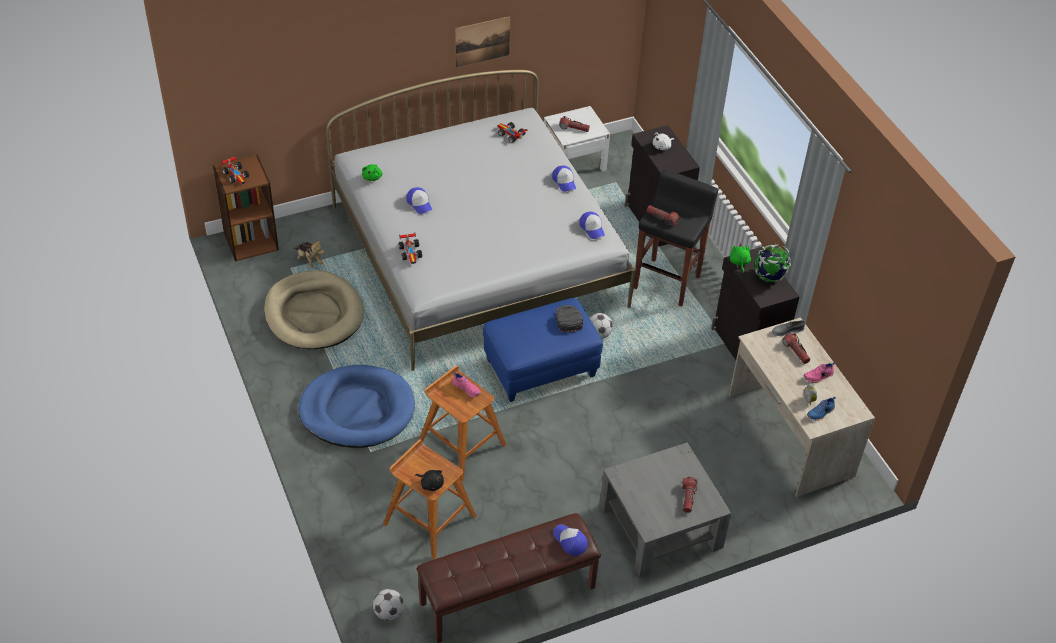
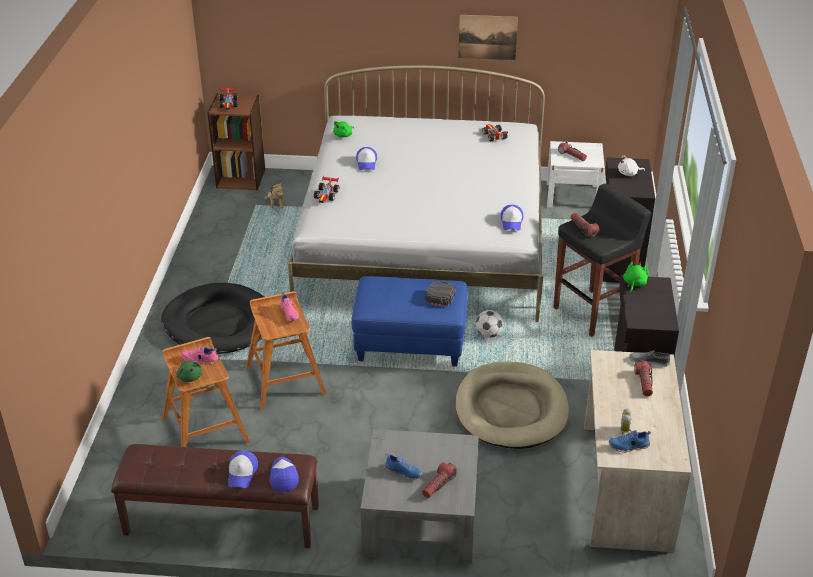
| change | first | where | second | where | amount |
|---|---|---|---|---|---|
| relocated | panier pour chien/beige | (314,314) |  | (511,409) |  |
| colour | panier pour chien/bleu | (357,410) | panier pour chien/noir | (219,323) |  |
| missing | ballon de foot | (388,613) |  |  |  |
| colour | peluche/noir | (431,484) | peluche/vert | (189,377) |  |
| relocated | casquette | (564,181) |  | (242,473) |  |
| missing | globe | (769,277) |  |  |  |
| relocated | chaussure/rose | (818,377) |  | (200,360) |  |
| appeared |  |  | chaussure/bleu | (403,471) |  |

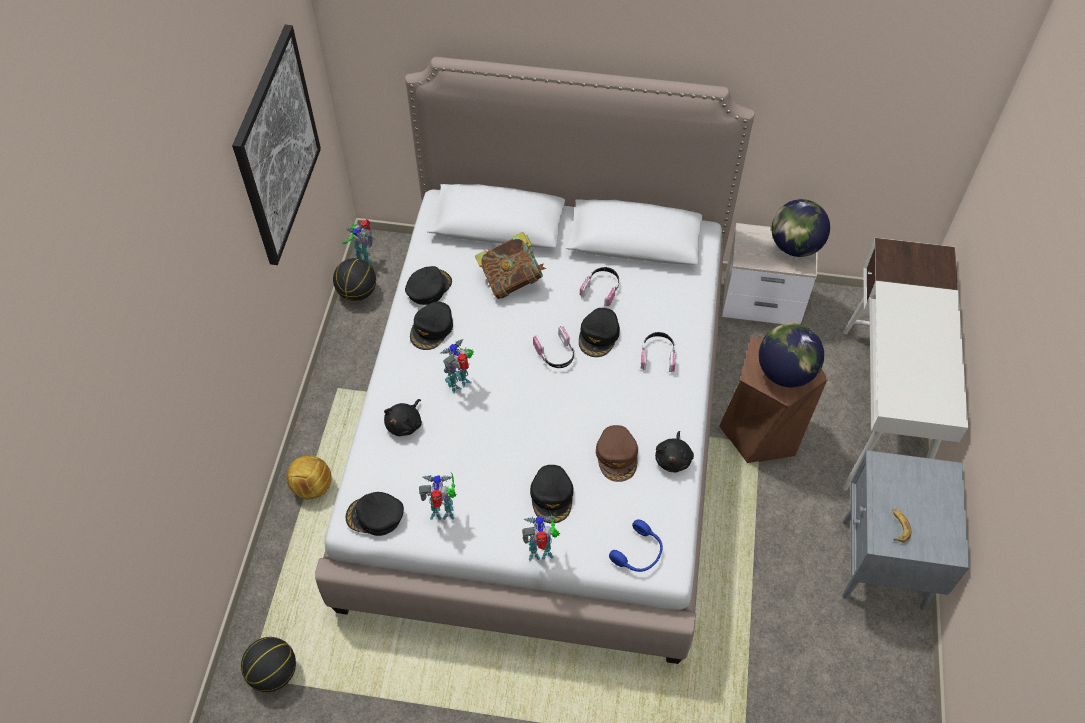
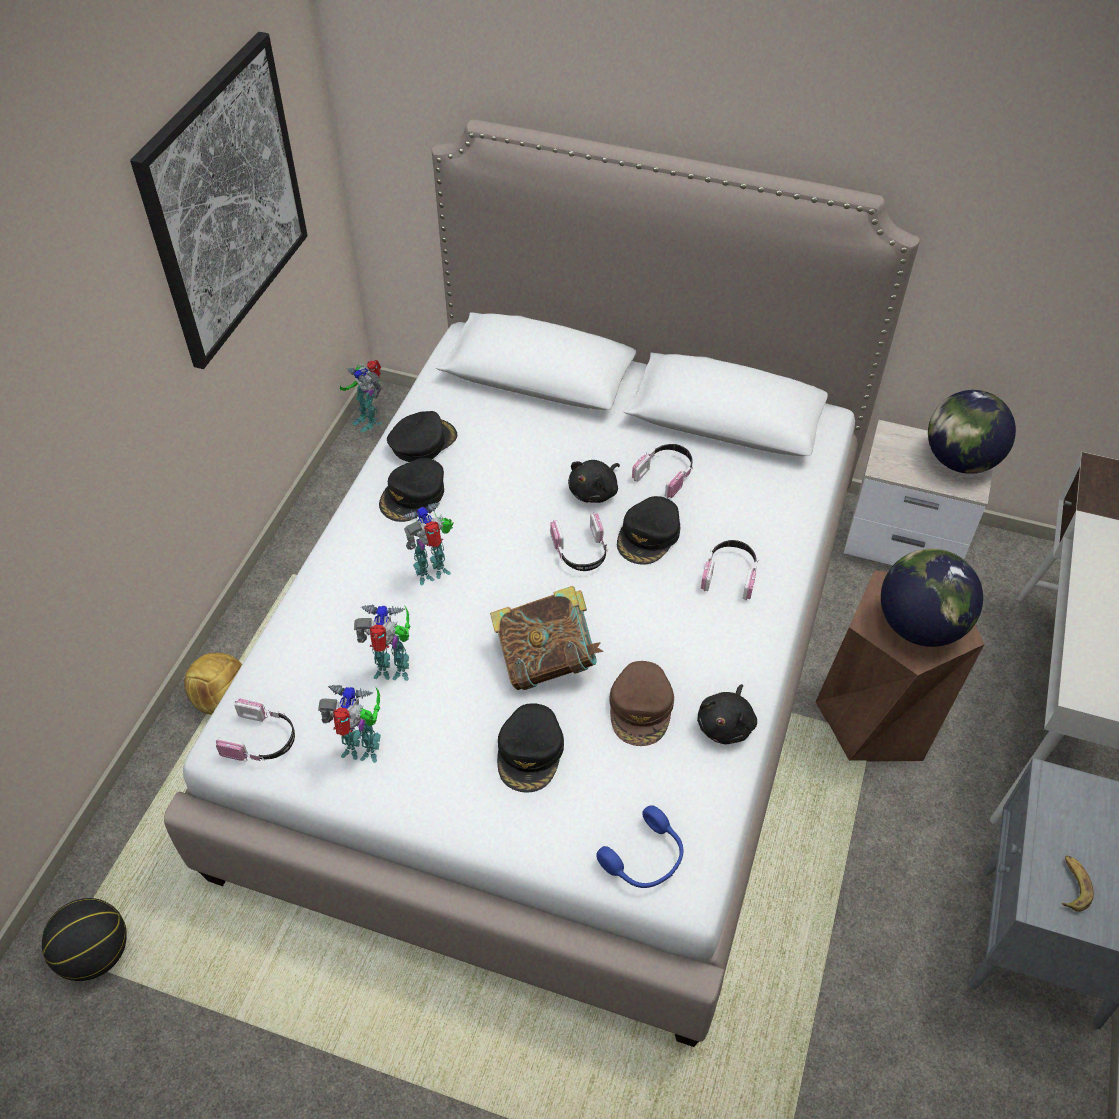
| change | first | where | second | where | amount |
|---|---|---|---|---|---|
| missing | ballon de basket | (357,292) |  |  |  |
| exchanged | casquette/noir | (375,516) | casque audio | (262,740) |  |
| relocated | peluche/noir | (405,424) |  | (595,491) |  |
| relocated | livre | (511,280) |  | (547,660) |  |
| relocated | robot jouet | (541,552) |  | (394,671) |  |

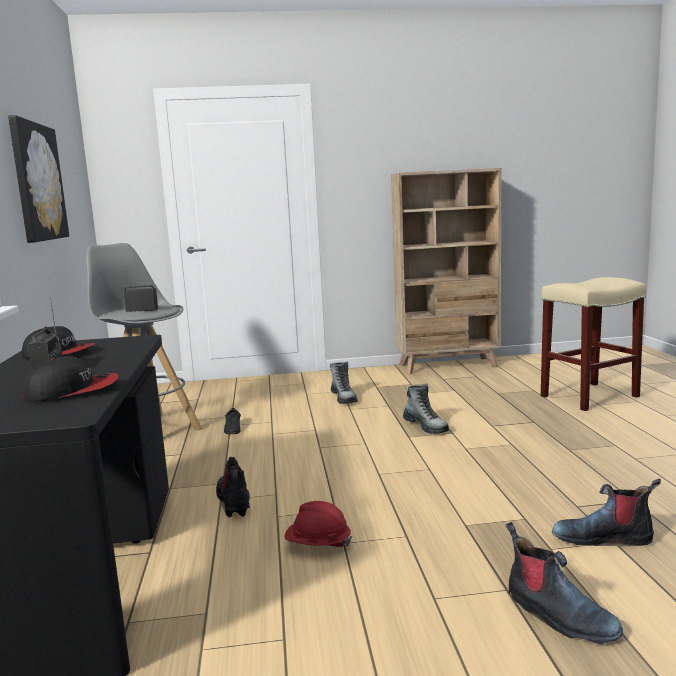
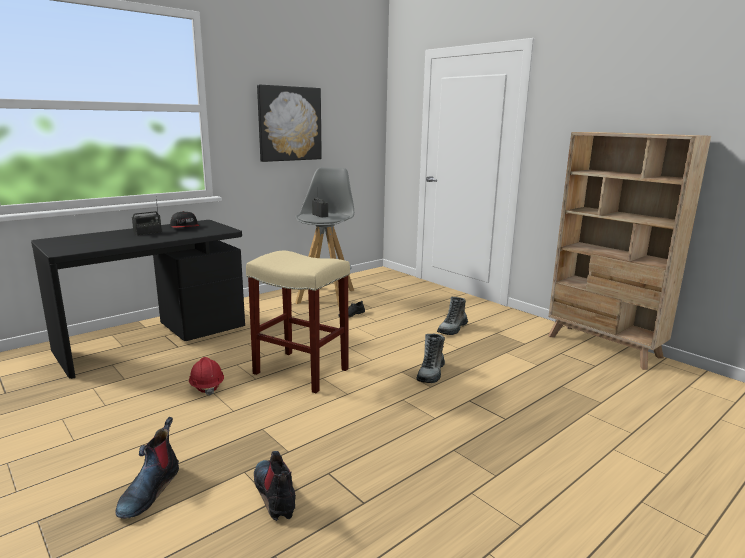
| change | first | where | second | where | amount |
|---|---|---|---|---|---|
| missing | casquette | (73,391) |  |  |  |
| missing | botte | (234,502) |  |  |  |
| relocated | tabouret/beige | (589,397) |  | (299,371) |  |

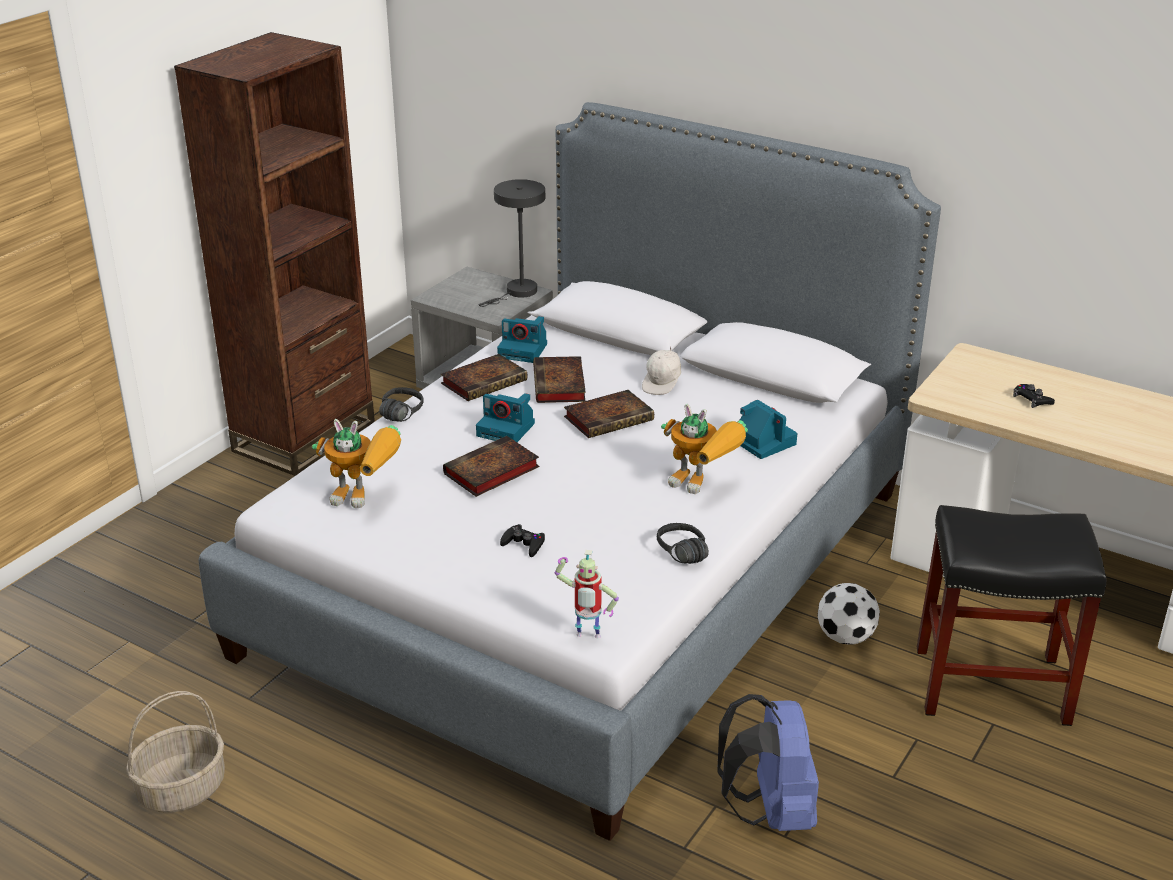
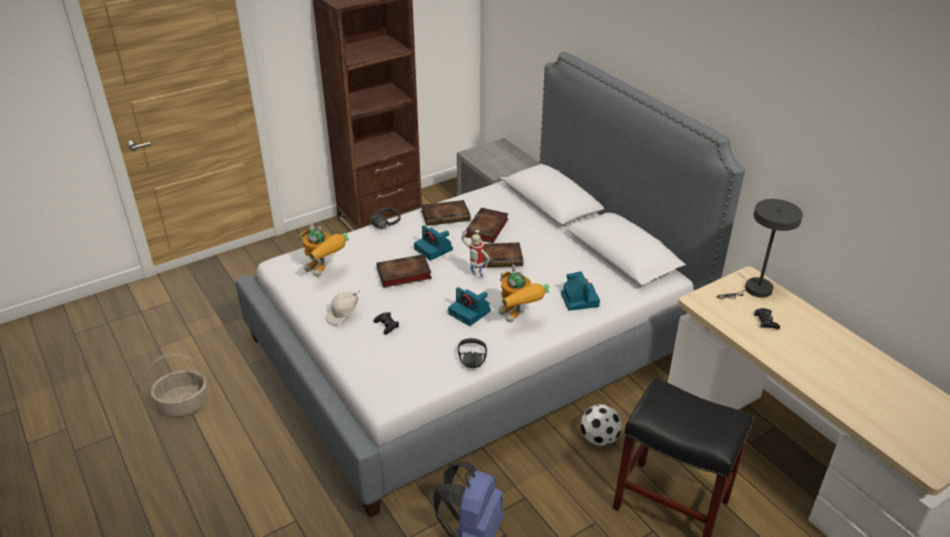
| change | first | where | second | where | amount |
|---|---|---|---|---|---|
| relocated | lampe de table/gris | (517,293) |  | (754,290) |  |
| relocated | appareil photo | (524,350) |  | (470,312) |  |
| relocated | robot jouet | (587,638) |  | (476,277) |  |
| relocated | casquette/blanc | (662,384) |  | (343,315) |  |

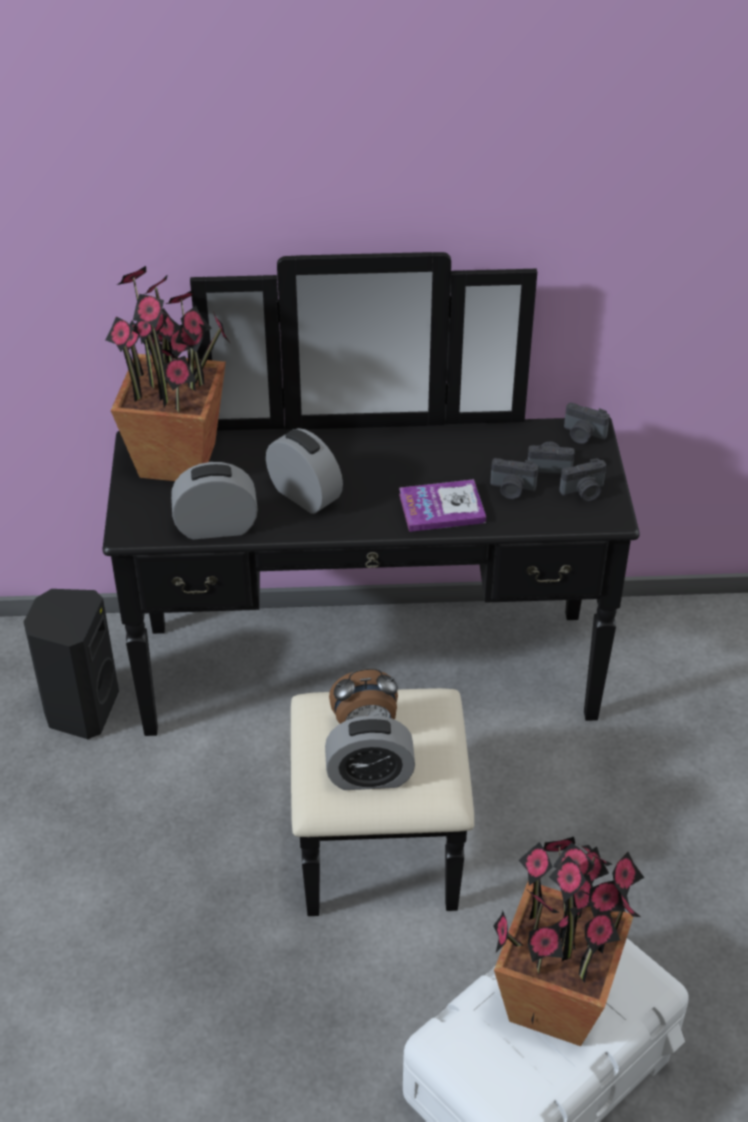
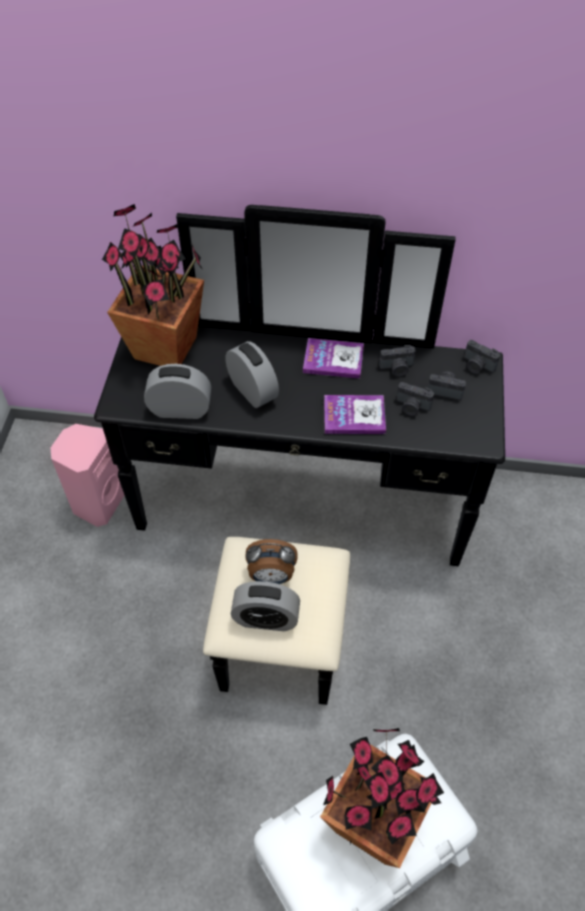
| change | first | where | second | where | amount |
|---|---|---|---|---|---|
| colour | enceinte/noir | (80,709) | enceinte/rose | (97,502) |  |
| relocated | appareil photo | (584,492) |  | (397,368) |  |
| appeared |  |  | livre | (333,360) |  |

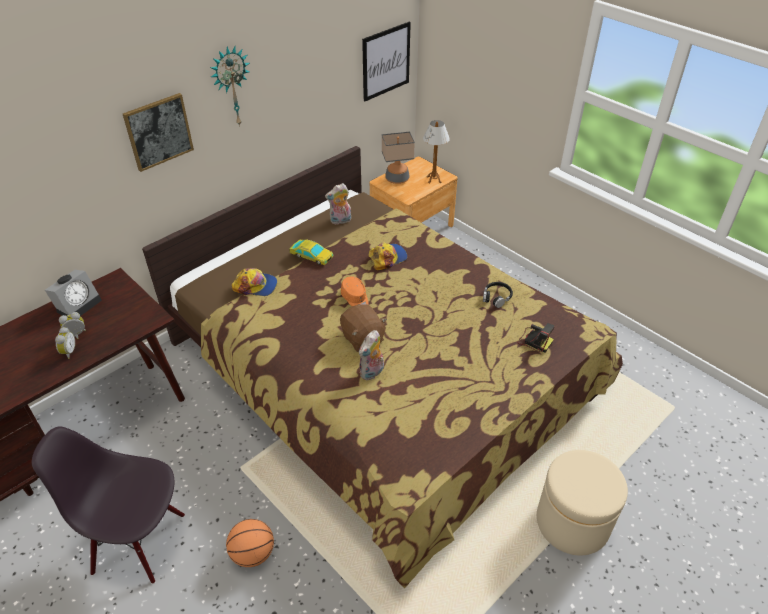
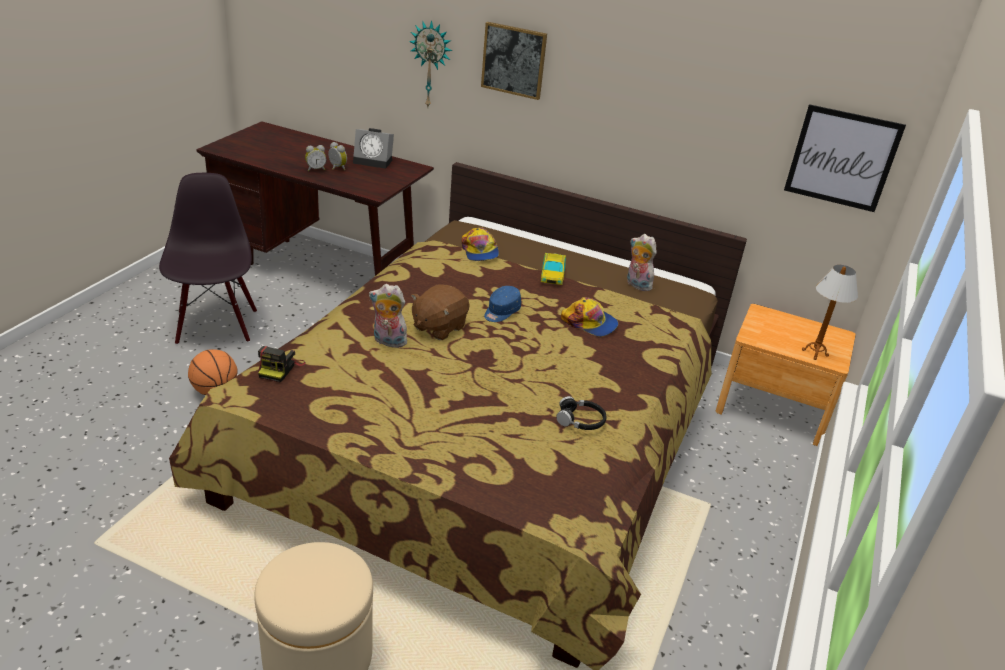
| change | first | where | second | where | amount |
|---|---|---|---|---|---|
| relocated | horloge murale | (231,86) |  | (431,64) |  |
| colour | casquette/orange | (355,298) | casquette/bleu | (501,312) |  |
| missing | lampe de table | (397,179) |  |  |  |
| relocated | appareil photo | (534,341) |  | (280,369) |  |

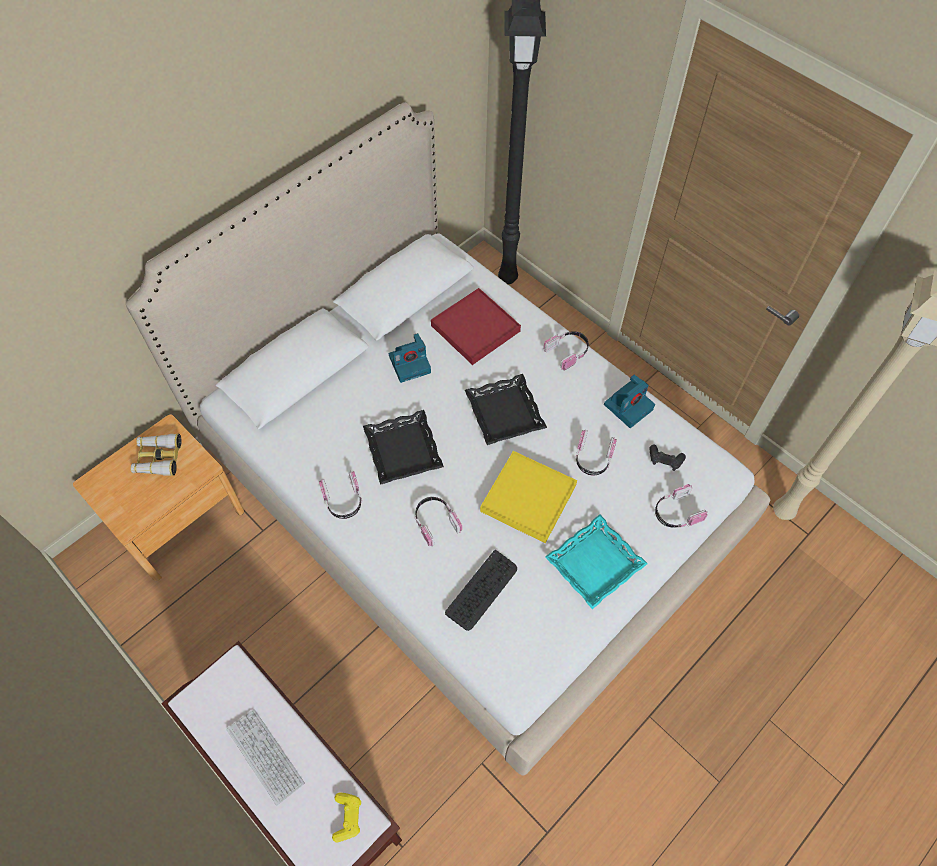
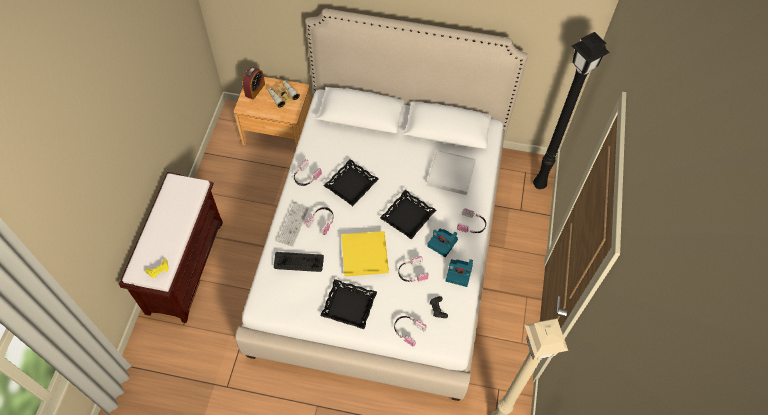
| change | first | where | second | where | amount |
|---|---|---|---|---|---|
| relocated | clavier | (265,756) |  | (293,224) |  |
| relocated | appareil photo | (410,363) |  | (443,243) |  |
| colour | plateau/rouge | (475,328) | plateau/blanc | (451,174) |  |
| colour | plateau/turquoise | (595,564) | plateau/noir | (348,306) |  |
| appeared |  |  | réveil | (255,90) |  |

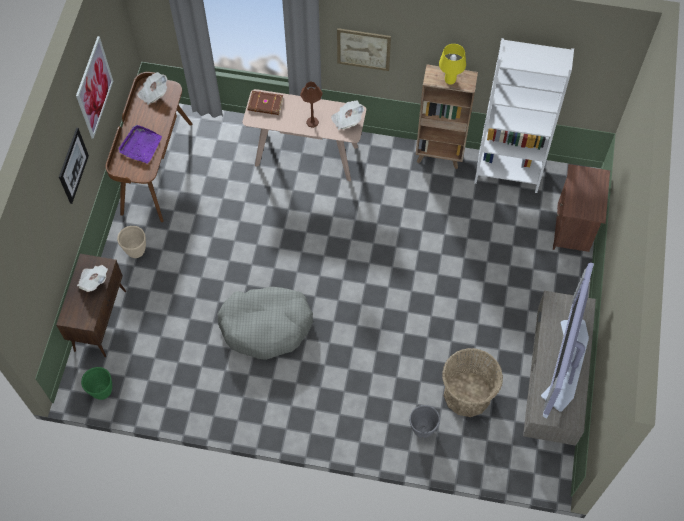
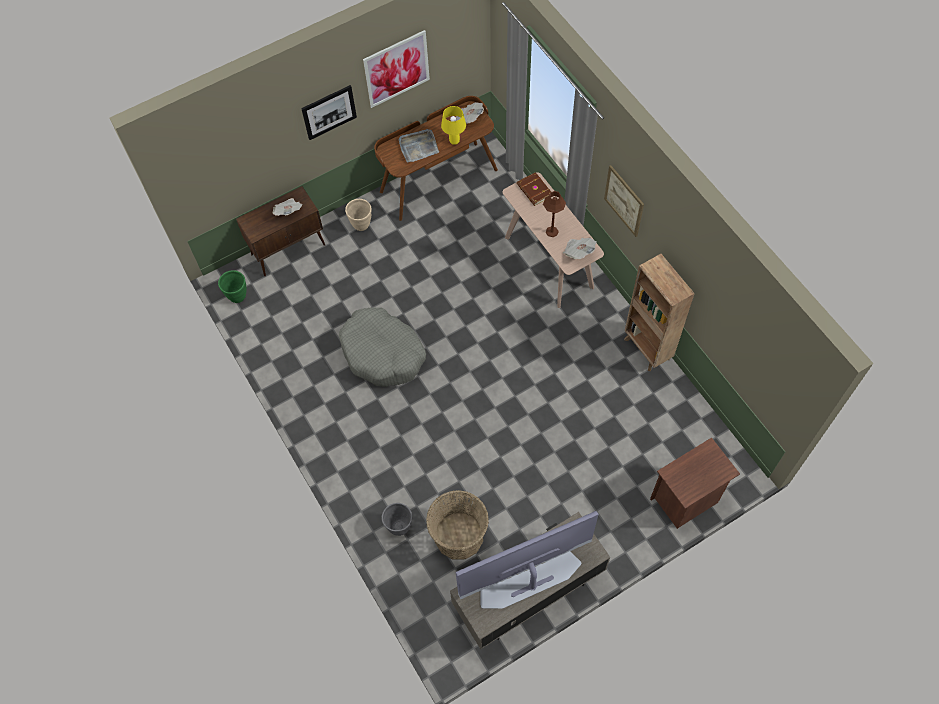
| change | first | where | second | where | amount |
|---|---|---|---|---|---|
| colour | plateau/violet | (140,146) | plateau/gris | (418,147) |  |
| relocated | lampe de table/jaune | (450,80) |  | (454,141) |  |
| missing | bibliothèque/blanc | (507,172) |  |  |  |

